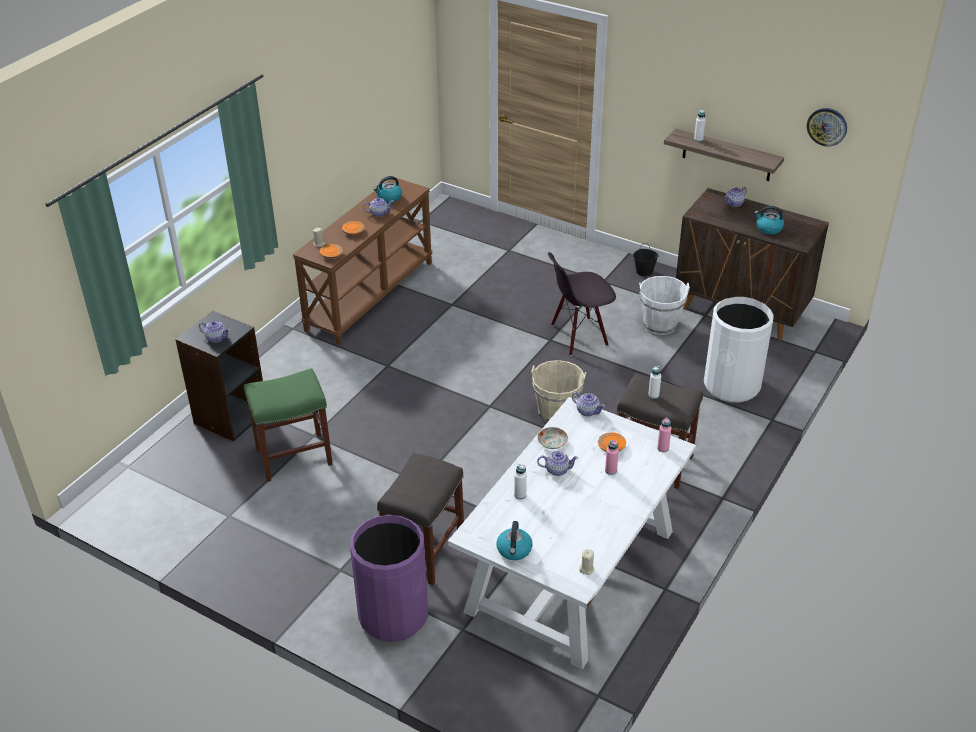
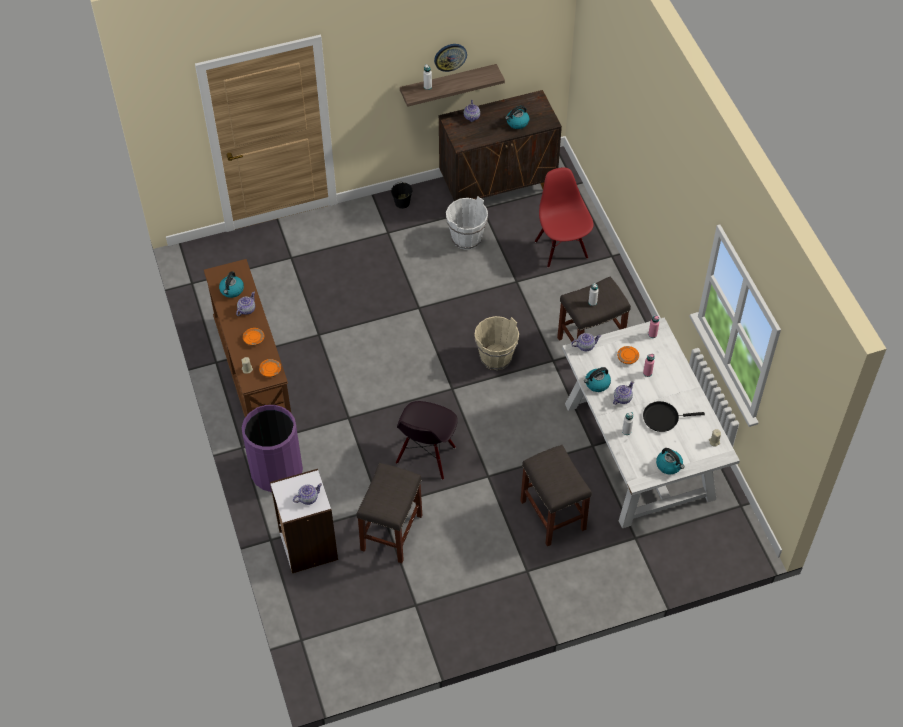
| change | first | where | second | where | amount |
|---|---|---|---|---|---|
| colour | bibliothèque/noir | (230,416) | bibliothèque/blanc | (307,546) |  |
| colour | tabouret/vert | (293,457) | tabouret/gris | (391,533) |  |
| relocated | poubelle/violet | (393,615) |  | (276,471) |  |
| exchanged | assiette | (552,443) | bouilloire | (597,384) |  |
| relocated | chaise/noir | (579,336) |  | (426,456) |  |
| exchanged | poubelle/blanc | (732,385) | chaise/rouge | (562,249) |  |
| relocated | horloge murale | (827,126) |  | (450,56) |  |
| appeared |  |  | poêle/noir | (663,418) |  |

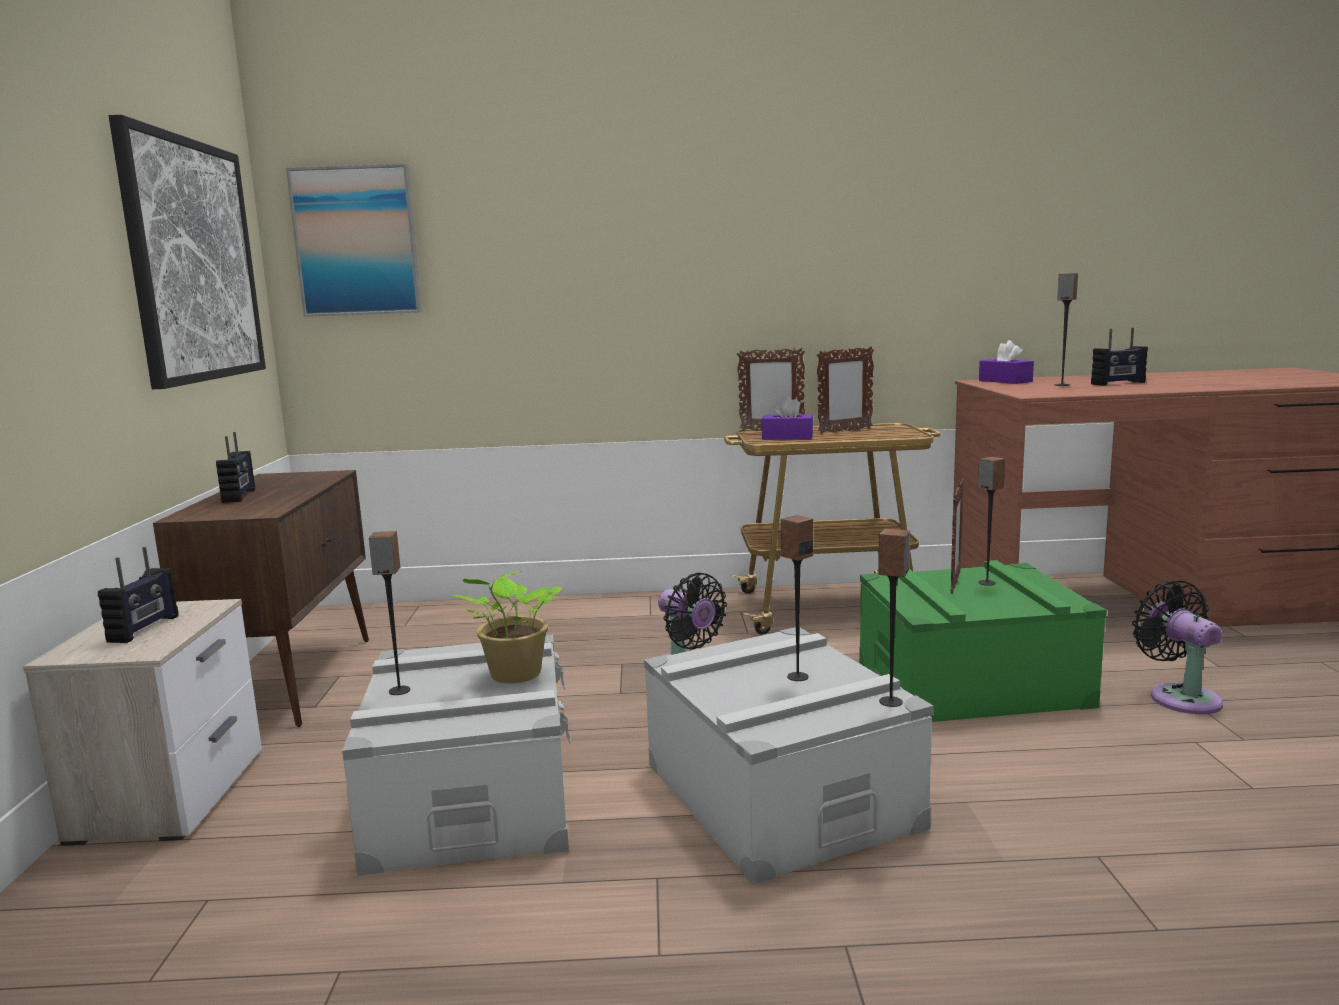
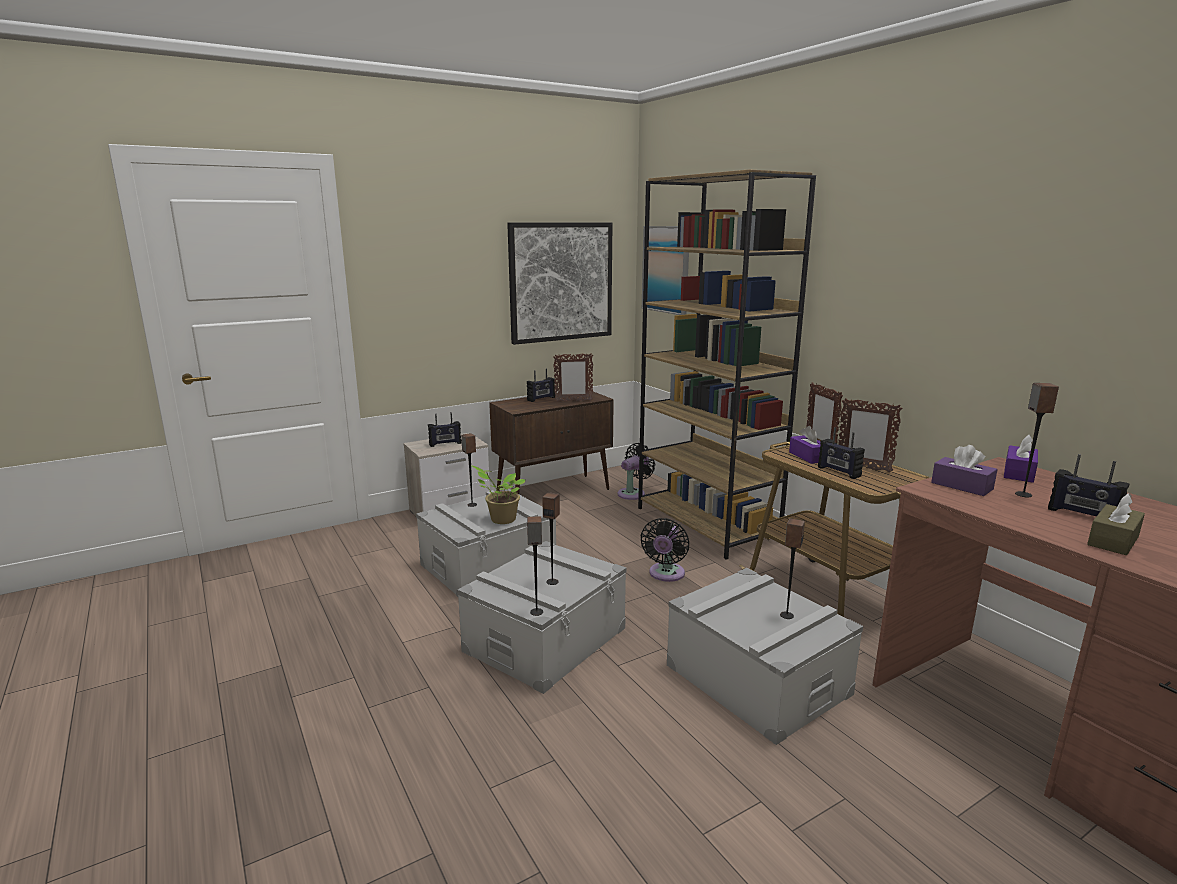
| change | first | where | second | where | amount |
|---|---|---|---|---|---|
| colour | boîte de rangement/vert | (971,684) | boîte de rangement/gris | (756,679) |  |
| relocated | cadre photo | (954,583) |  | (573,401) |  |
| relocated | ventilateur/noir | (1180,697) |  | (633,493) |  |
| appeared |  |  | bibliothèque/marron | (707,524) |  |
| appeared |  |  | radio | (838,472) |  |
| appeared |  |  | boîte à mouchoirs/violet | (962,486) |  |
| appeared |  |  | boîte à mouchoirs/marron | (1113,540) |  |

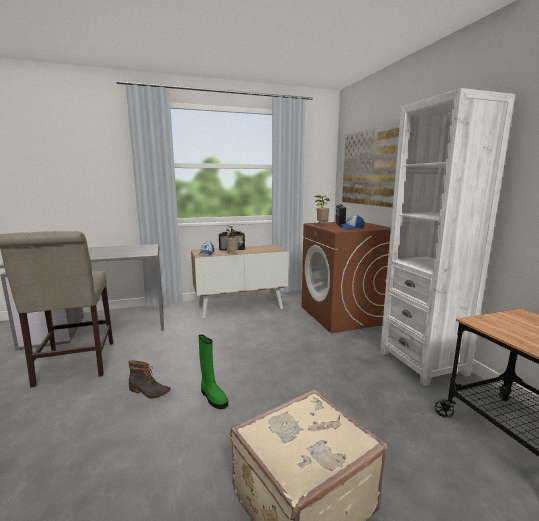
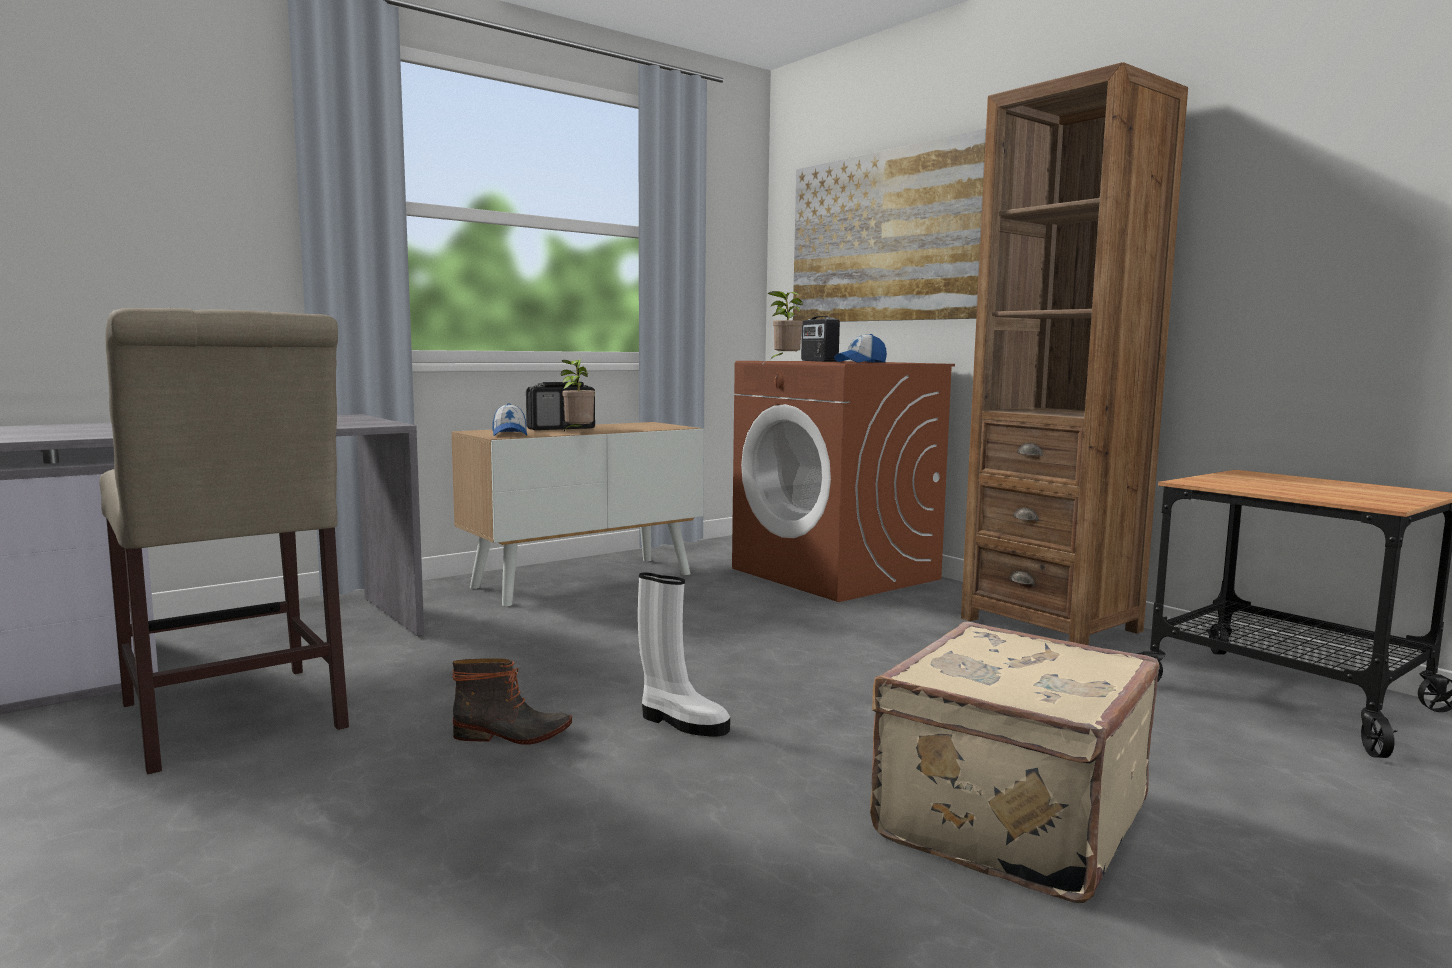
| change | first | where | second | where | amount |
|---|---|---|---|---|---|
| colour | botte/vert | (212,397) | botte/blanc | (681,722) |  |
| colour | bibliothèque/blanc | (422,362) | bibliothèque/marron | (1050,624) |  |

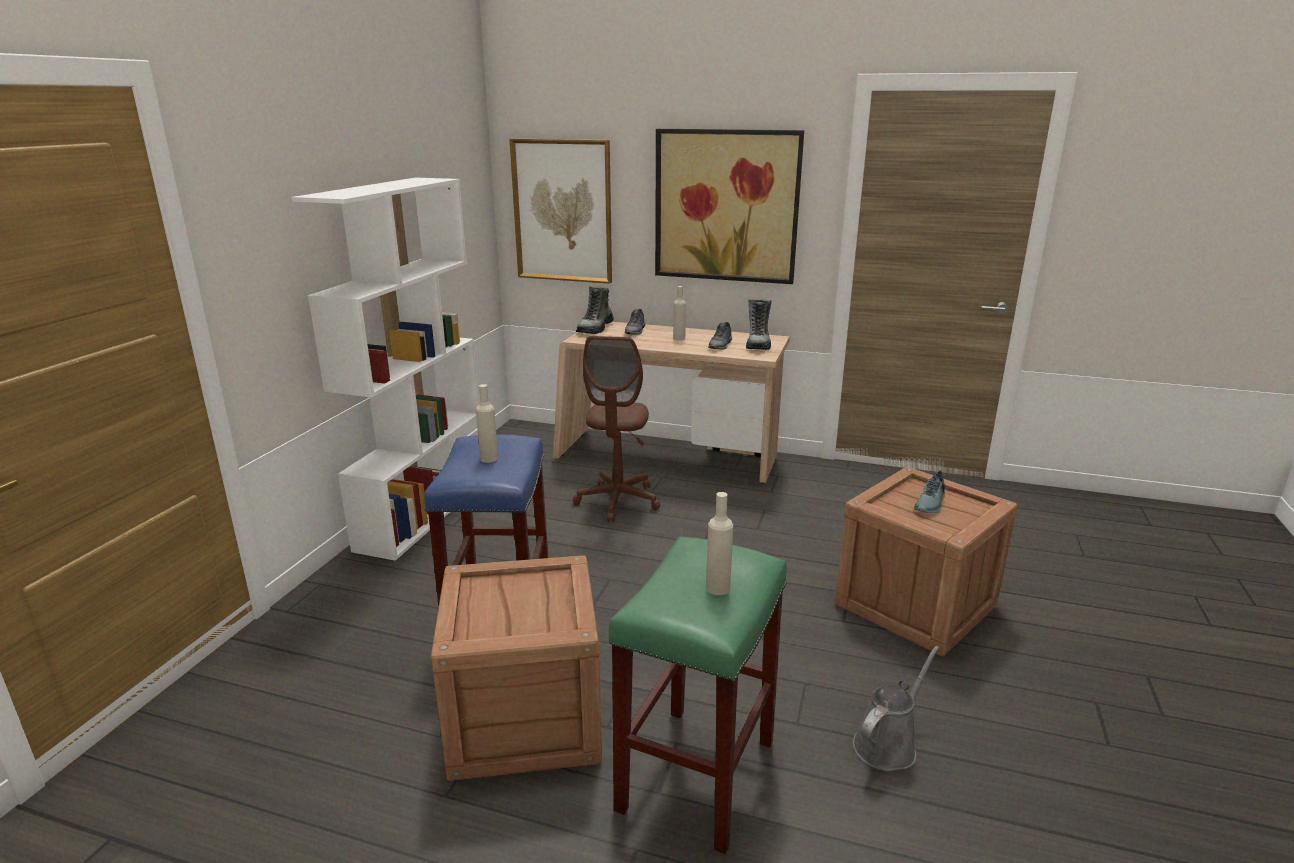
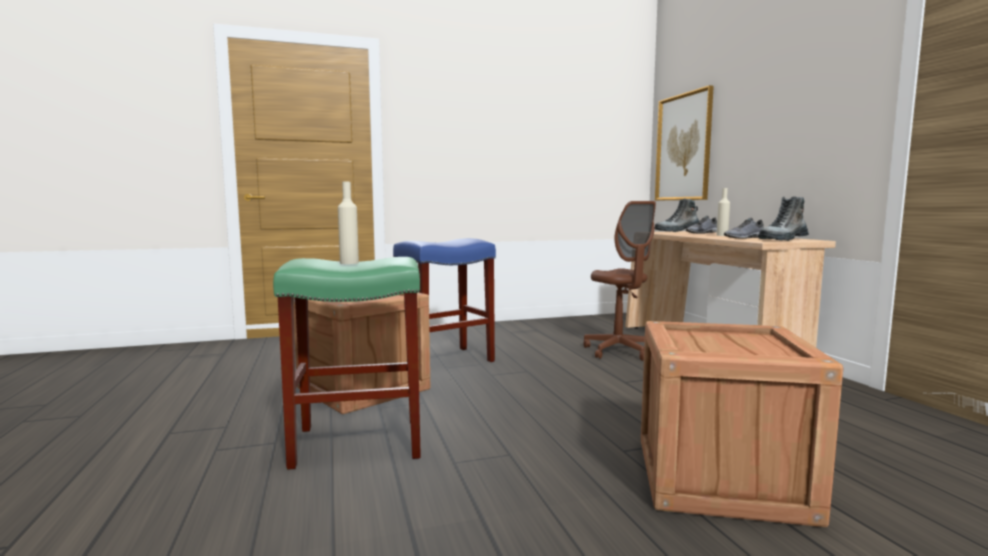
| change | first | where | second | where | amount |
|---|---|---|---|---|---|
| missing | bibliothèque/blanc | (423,512) |  |  |  |
| missing | bouteille/beige | (489,458) |  |  |  |
| spun | chaise de bureau/marron | (618,501) |  | (619,351) | 90 degrees counterclockwise |
| missing | tableau | (726,206) |  |  |  |
| missing | arrosoir/gris | (888,744) |  |  |  |
| missing | chaussure | (931,504) |  |  |  |

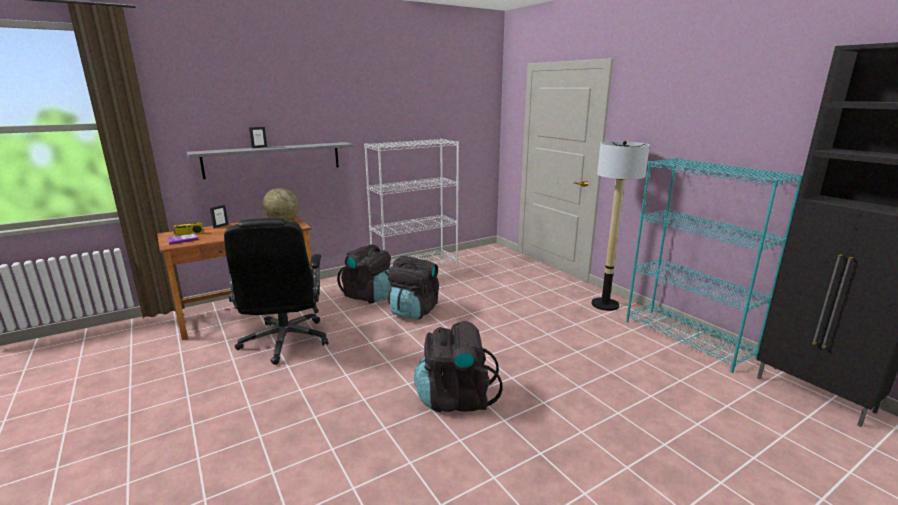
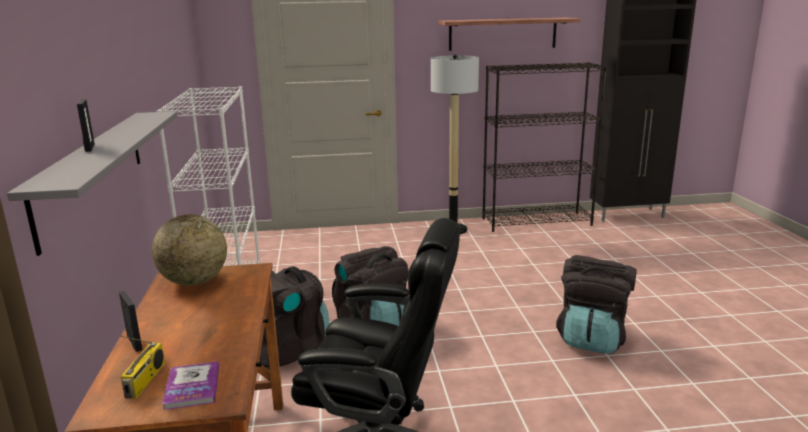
| change | first | where | second | where | amount |
|---|---|---|---|---|---|
| colour | bibliothèque/turquoise | (688,339) | bibliothèque/noir | (537,221) |  |
| appeared |  |  | étagère | (502,34) |  |

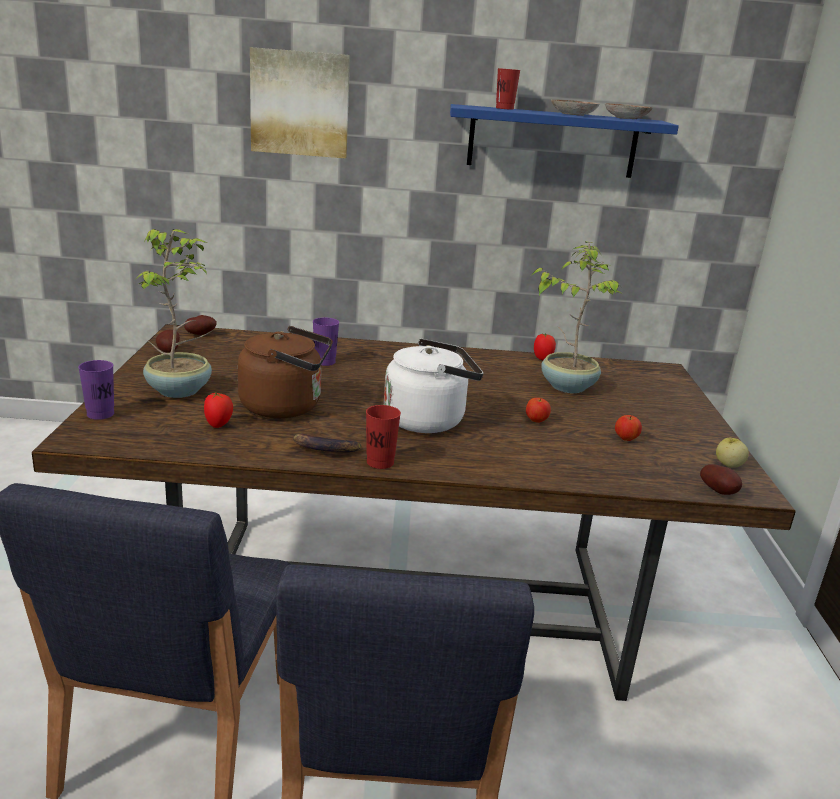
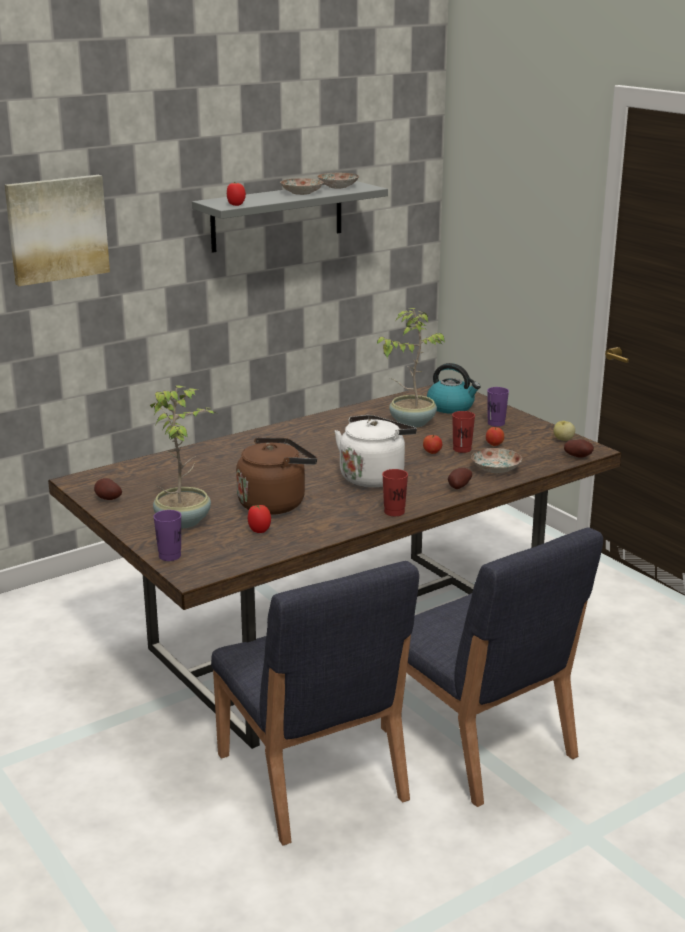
| change | first | where | second | where | amount |
|---|---|---|---|---|---|
| relocated | pomme de terre | (201,334) |  | (458,487) |  |
| missing | banane | (324,449) |  |  |  |
| relocated | tasse/violet | (324,362) |  | (496,423) |  |
| colour | étagère/bleu | (552,142) | étagère/gris | (277,216) |  |
| relocated | tasse/rouge | (504,108) |  | (462,449) |  |
| relocated | tomate | (542,358) |  | (236,205) |  |
| appeared |  |  | bouilloire | (451,407) |  |
| appeared |  |  | assiette | (495,469) |  |

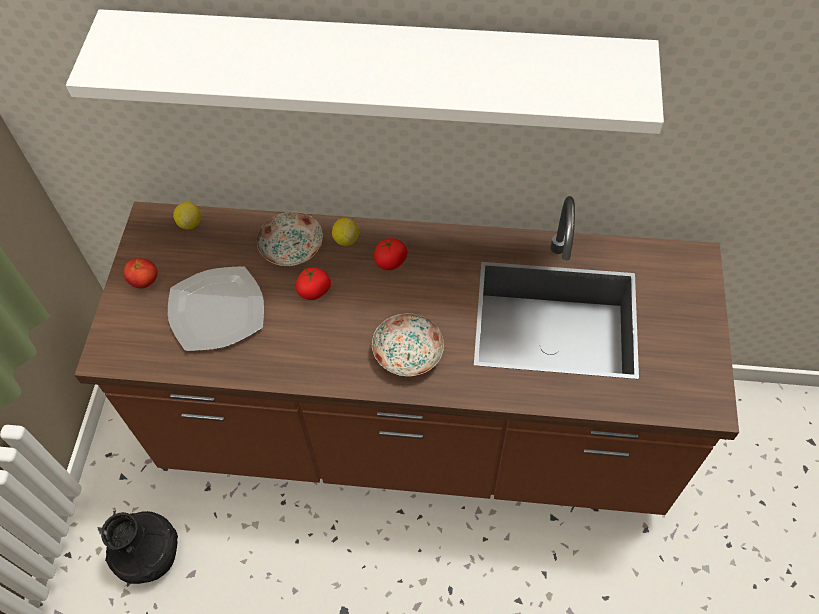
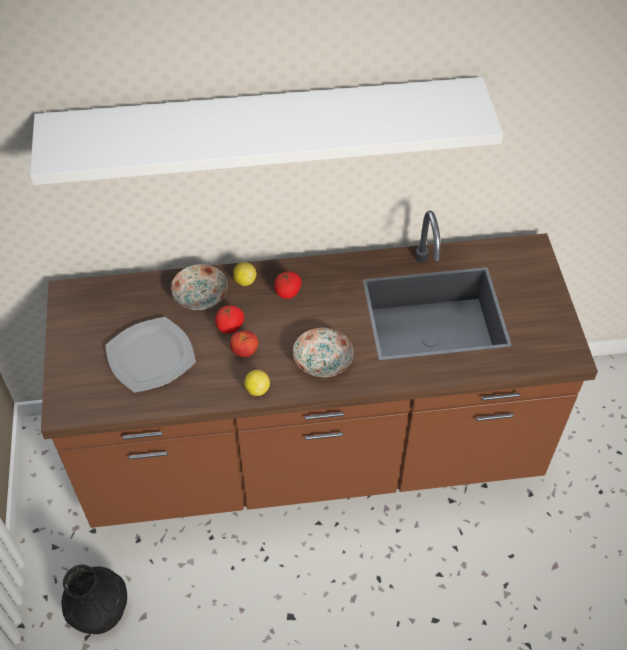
| change | first | where | second | where | amount |
|---|---|---|---|---|---|
| relocated | tomate | (144,281) |  | (244,351) |  |
| relocated | citron | (190,223) |  | (257,389) |  |

